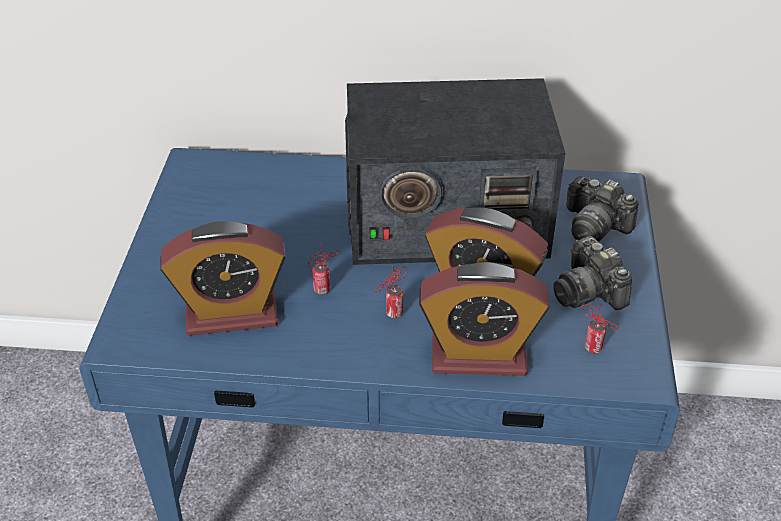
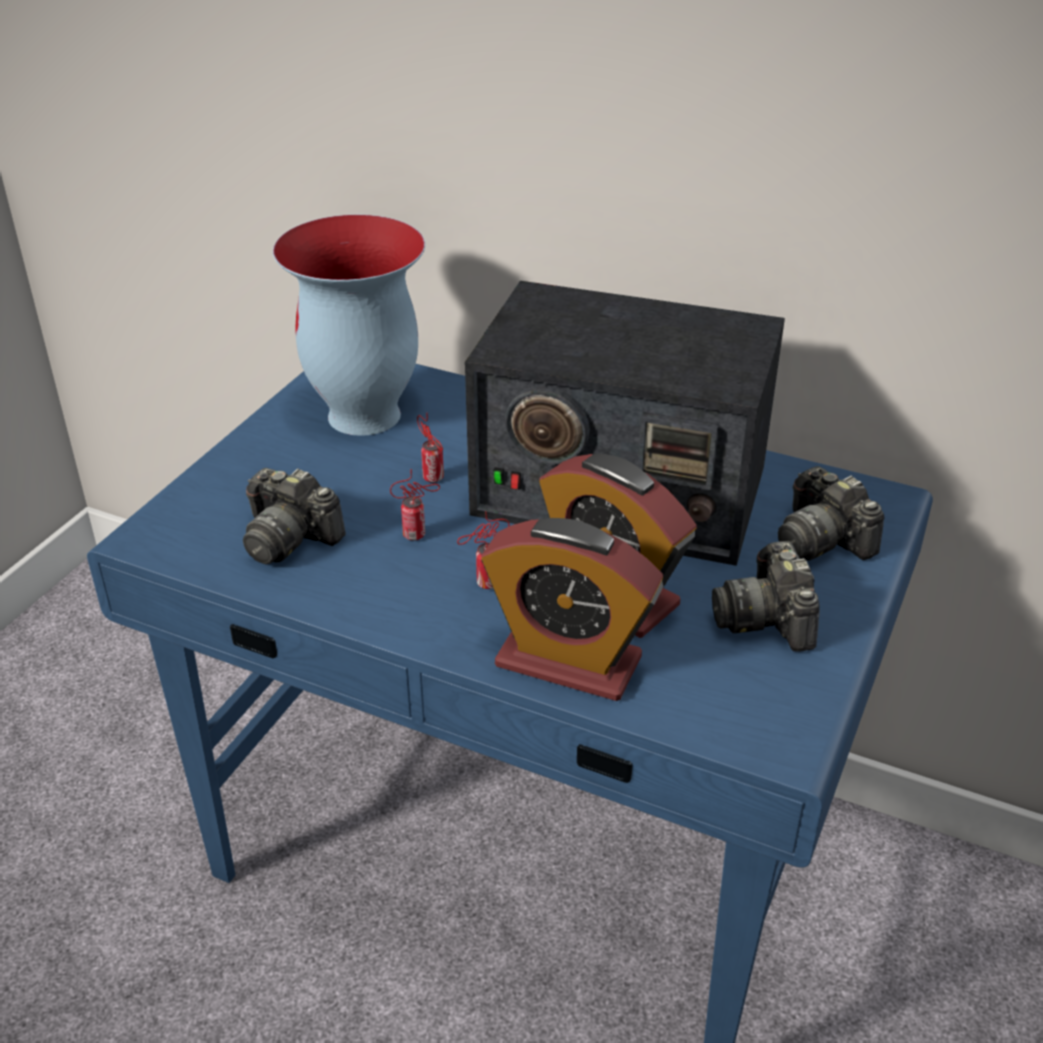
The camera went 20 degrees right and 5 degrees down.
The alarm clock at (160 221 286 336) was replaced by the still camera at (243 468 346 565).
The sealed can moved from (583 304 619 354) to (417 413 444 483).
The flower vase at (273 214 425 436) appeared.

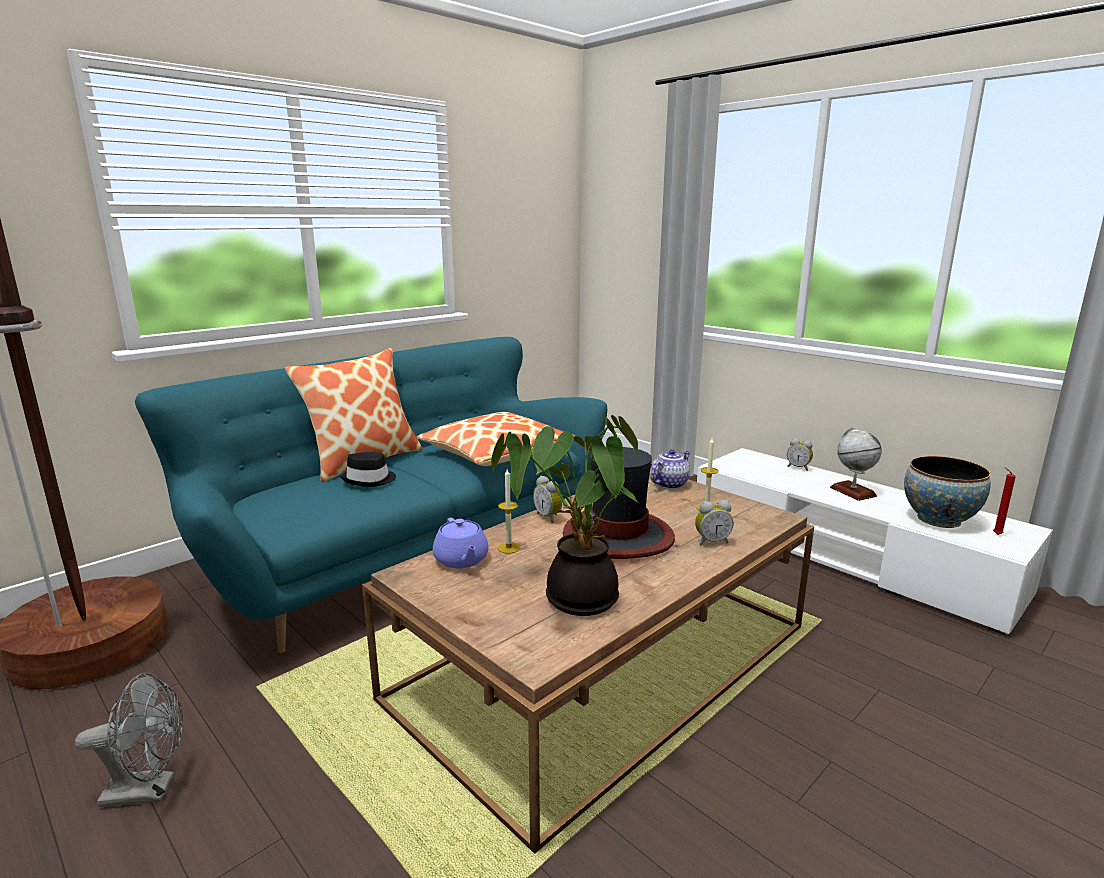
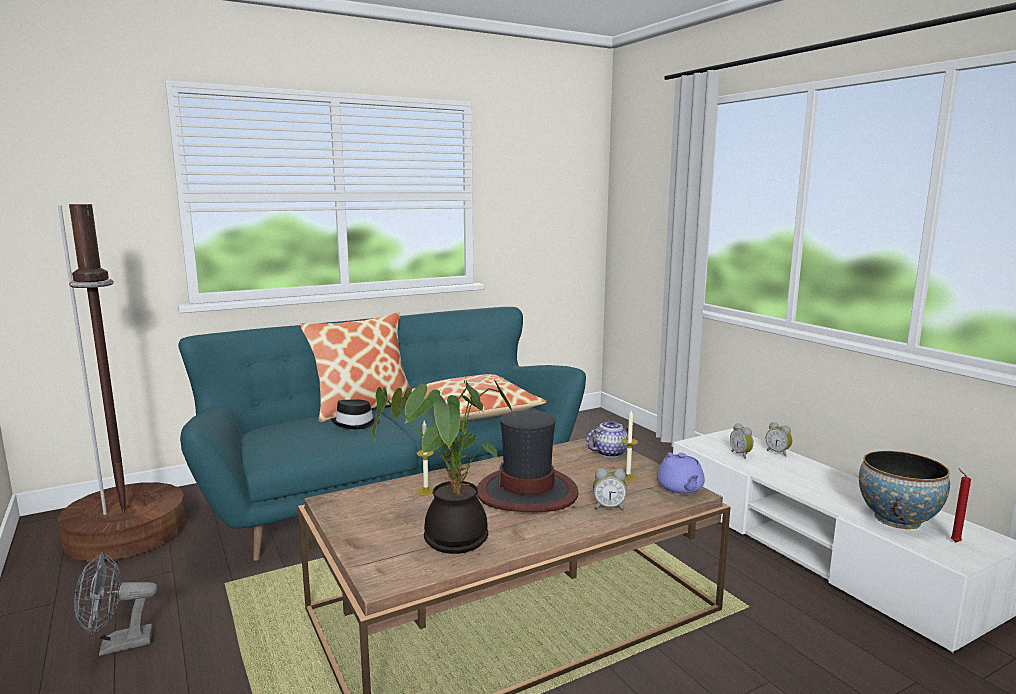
The camera went 15 degrees right and 5 degrees down.
The desk globe at (830 427 882 501) disappeared.
The alarm clock moved from (533 476 562 523) to (730 423 754 459).
The teapot (purple) moved from (433 518 489 568) to (657 452 705 494).
The cooling fan (grey) at (75 673 183 807) turned 150 degrees clockwise.

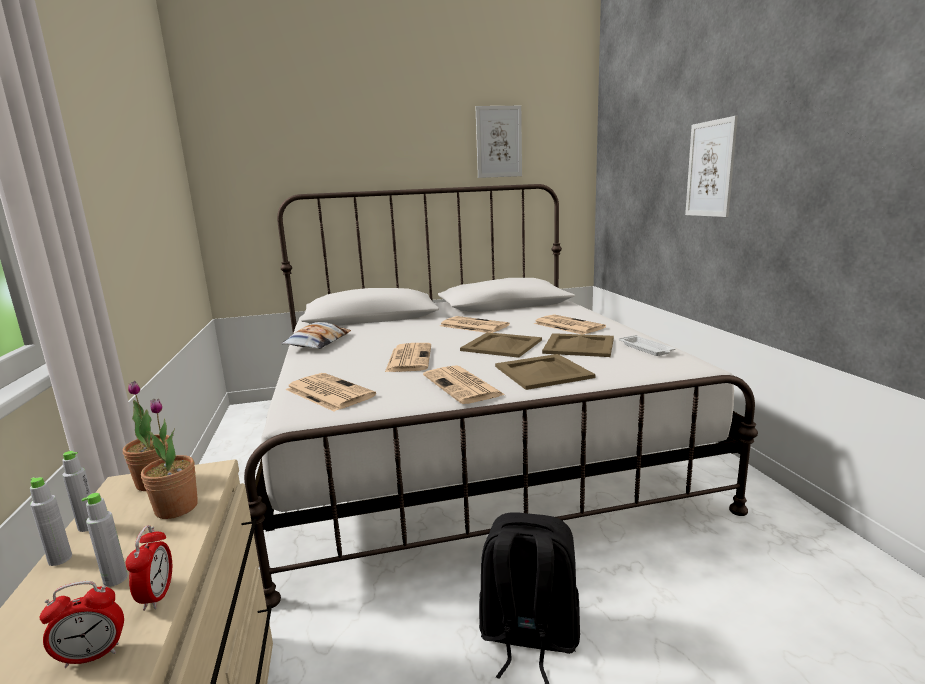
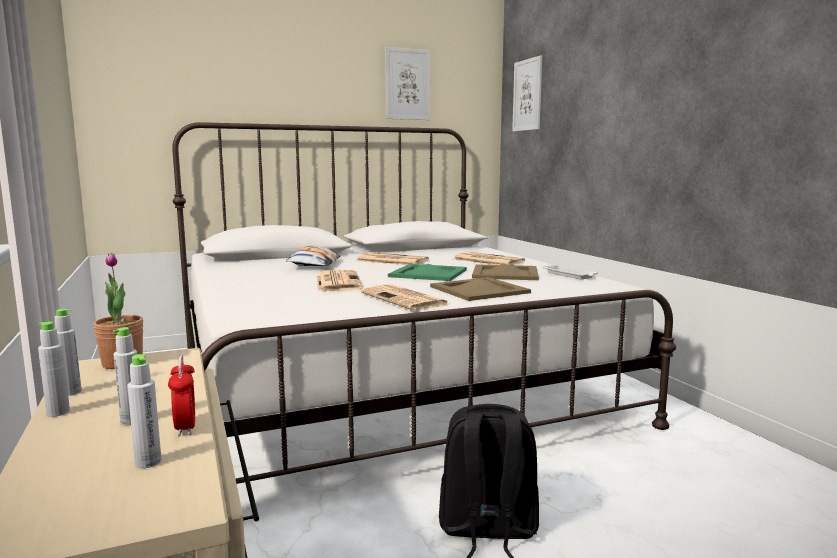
The camera went 10 degrees left and 5 degrees down.
The picture moved from (685 116 738 217) to (512 55 542 132).
The throw pillow moved from (281 322 351 349) to (286 245 341 266).
The carrying tray (beige-coloured) at (460 332 542 358) became the carrying tray (green) at (388 264 467 281).
The newspaper at (285 373 376 412) disappeared.
The plant in a pot at (141 399 198 519) disappeared.
The alarm clock at (40 581 124 668) was replaced by the bottle (grey) at (127 354 161 468).

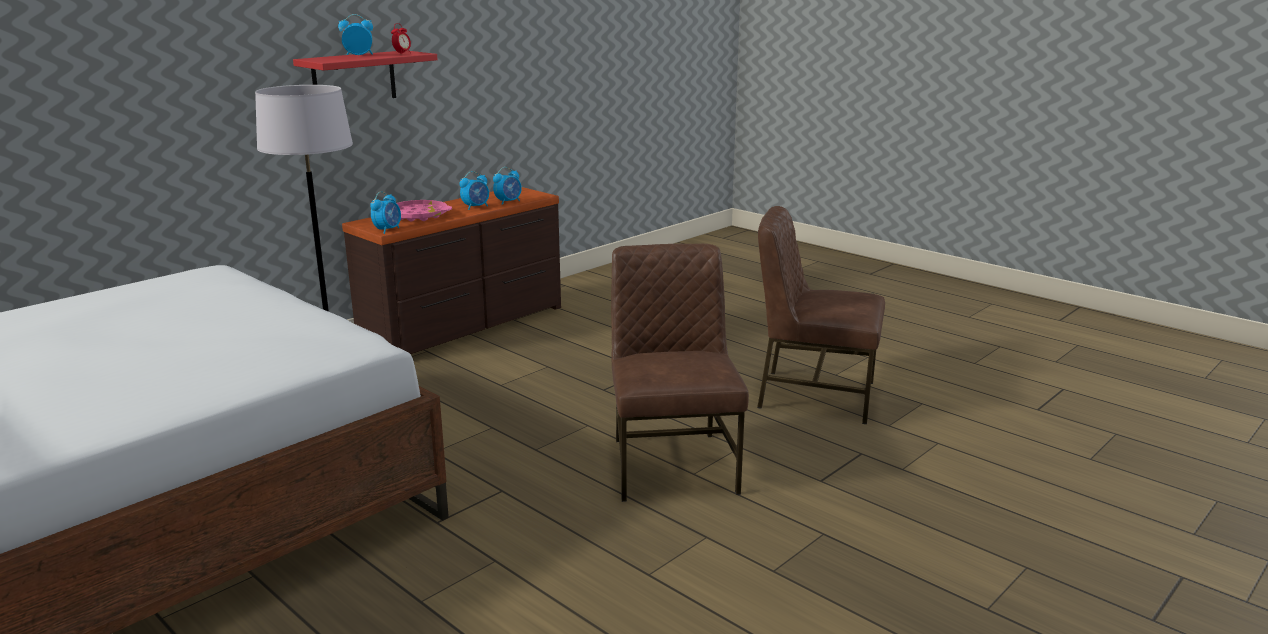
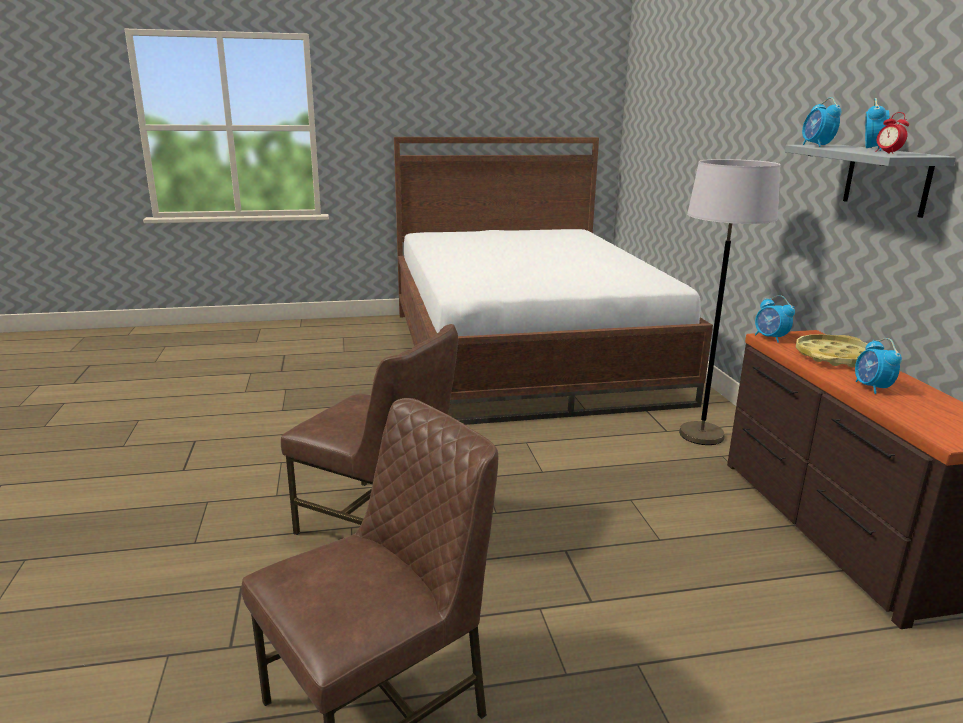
The camera went 125 degrees right and 0 degrees up.
The bracket shelf (red-coloured) at (293 51 438 98) became the bracket shelf (grey) at (785 145 956 218).
The alarm clock moved from (493 167 522 205) to (802 97 841 147).
The carrying tray (pink-coloured) at (396 200 452 221) became the carrying tray (yellowish) at (796 334 867 367).

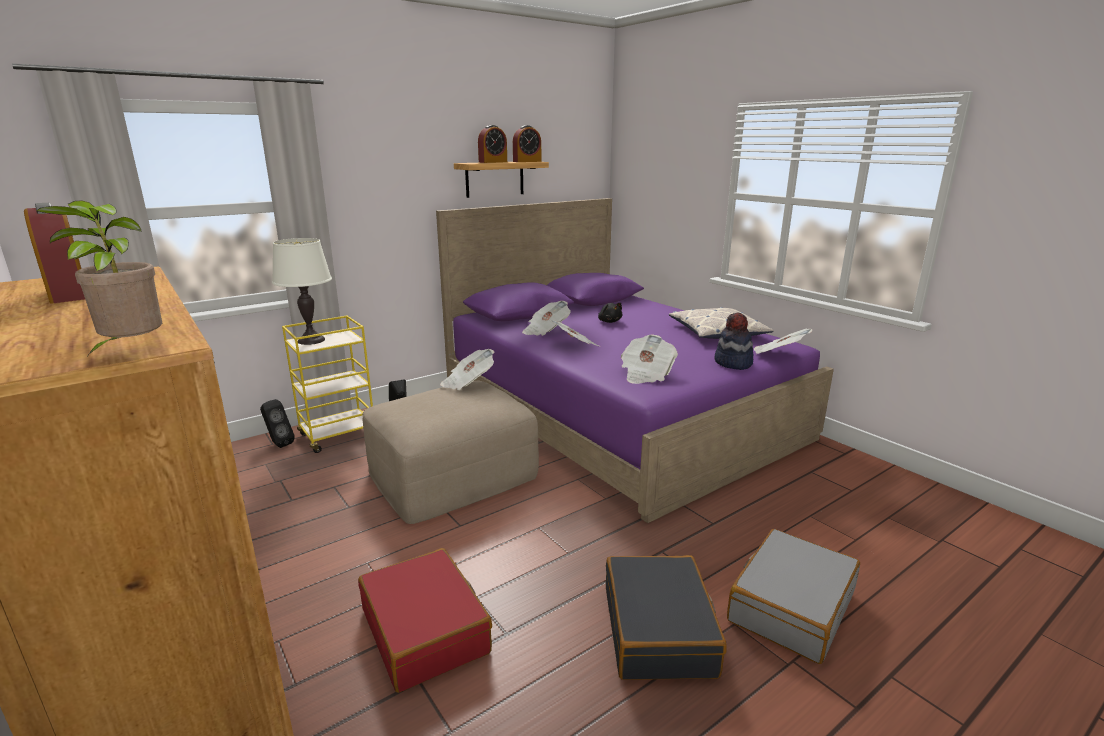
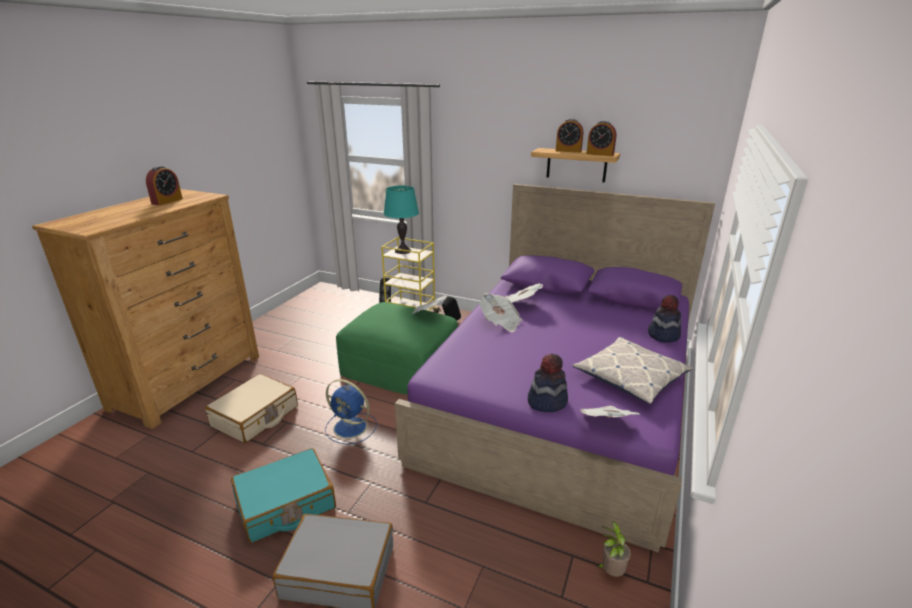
The camera went 60 degrees right and 5 degrees up.
The plant in a pot moved from (37 200 162 358) to (597 521 631 577).
The table lamp (white-coloured) at (272 238 332 345) became the table lamp (turquoise) at (383 185 419 254).
The soft toy (black) at (598 303 623 323) disappeared.
The newspaper at (621 334 678 384) disappeared.
The pouffe (beige-coloured) at (362 381 539 524) became the pouffe (green) at (336 302 458 395).
The suitcase (red-coloured) at (358 548 492 693) became the suitcase (beige-coloured) at (205 374 298 443).
The suitcase (black) at (606 555 727 680) became the suitcase (turquoise) at (231 448 336 543).
The wearable hat at (648 295 681 343) appeared.
The cooling fan (bluish) at (325 379 377 445) appeared.

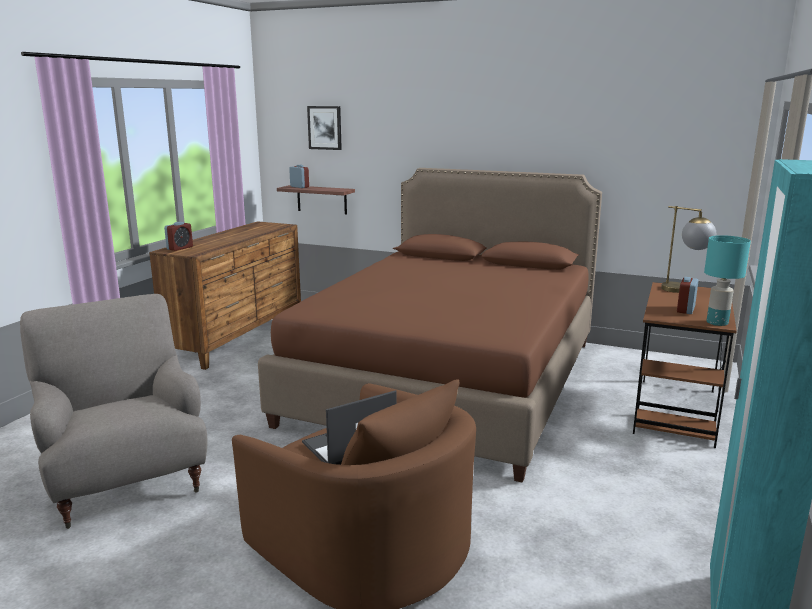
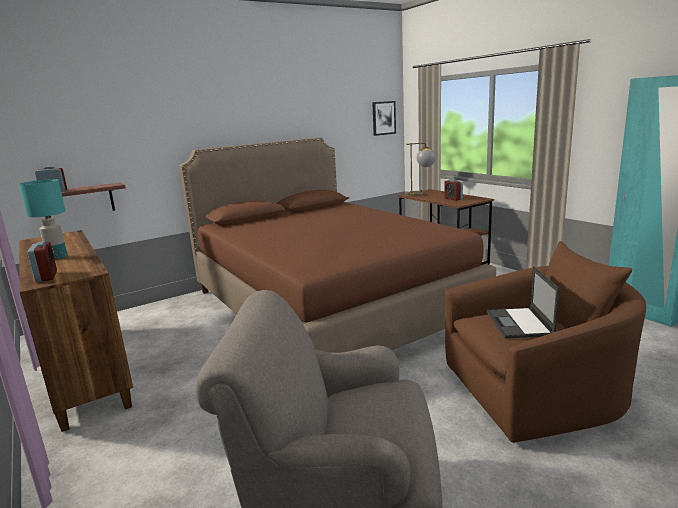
The camera went 55 degrees left and 0 degrees up.
The picture moved from (307 106 342 150) to (372 101 396 136).
The table lamp (turquoise) moved from (704 235 751 326) to (19 179 67 260).

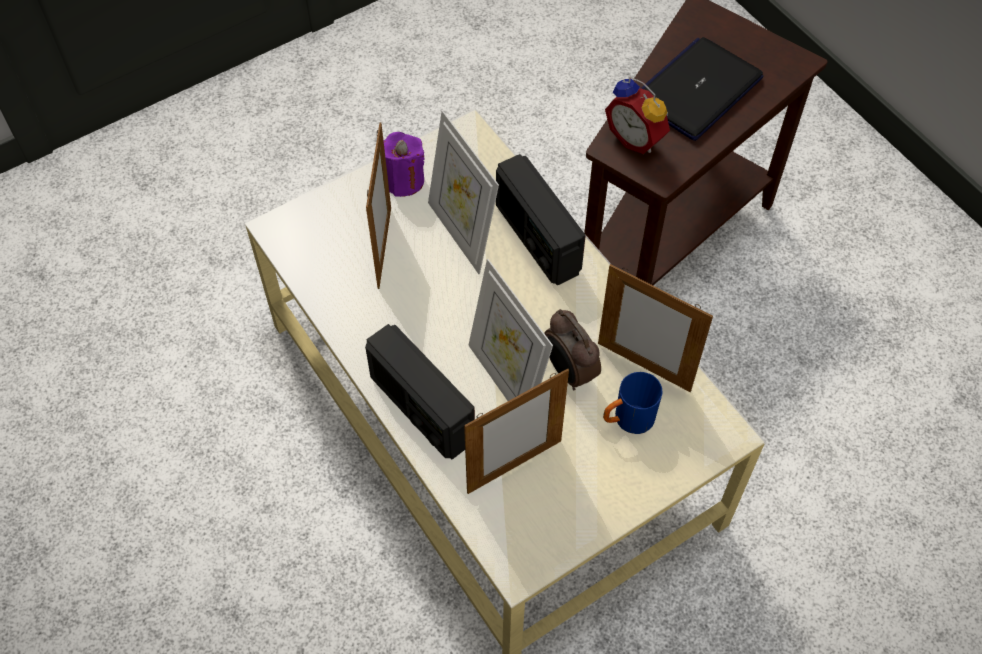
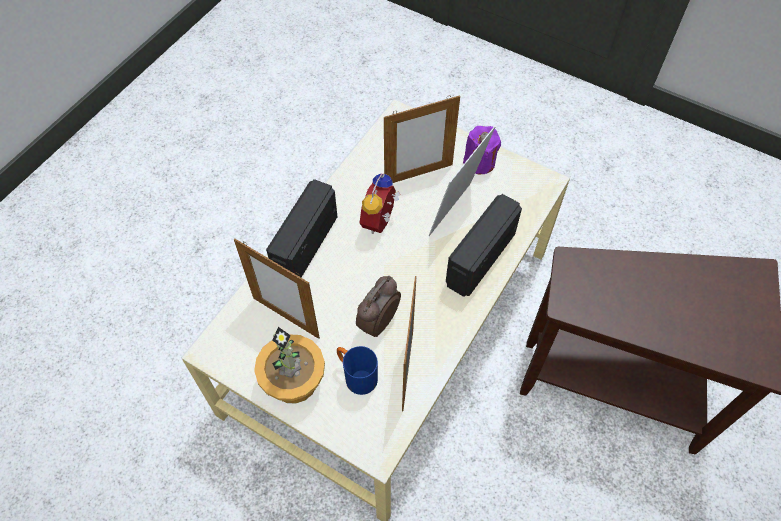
The camera went 65 degrees right and 0 degrees up.
The laptop at (641 37 763 141) disappeared.
The alarm clock moved from (605 77 670 154) to (360 174 400 234).
The photo frame at (468 259 553 401) disappeared.
The plant in a pot at (254 327 325 403) appeared.

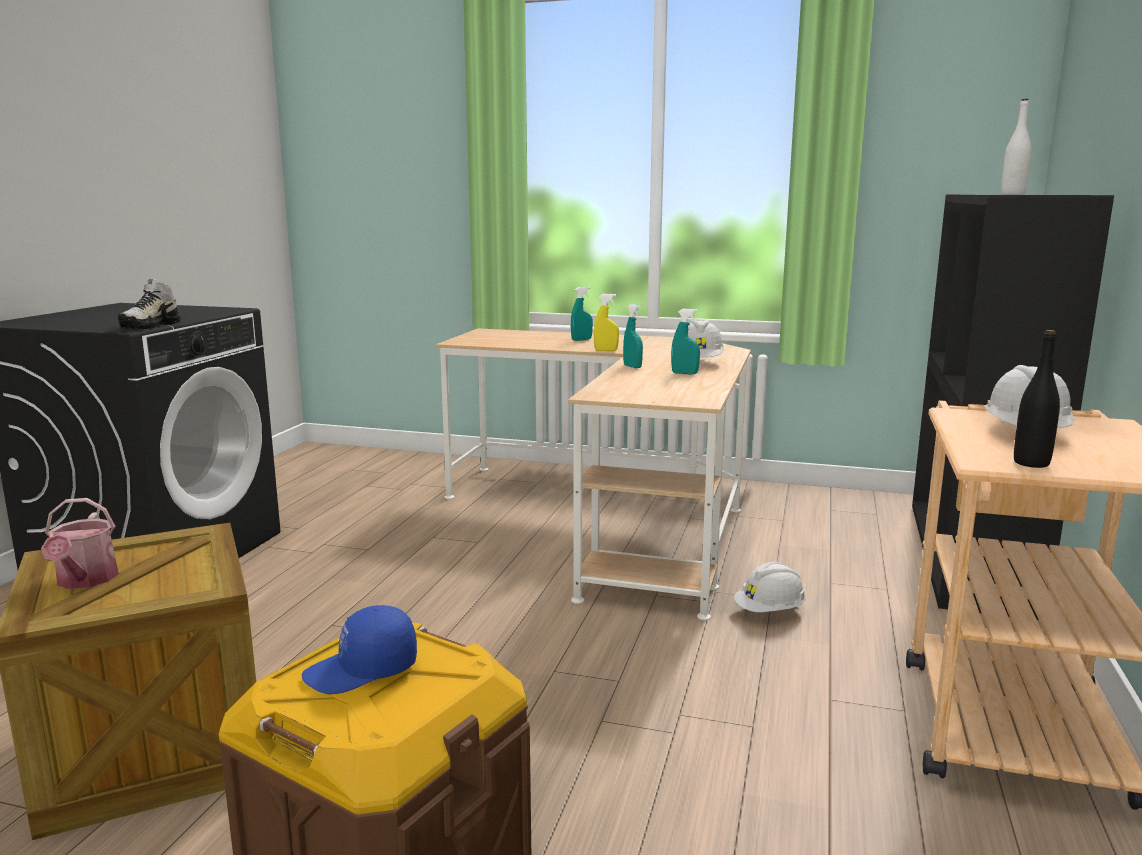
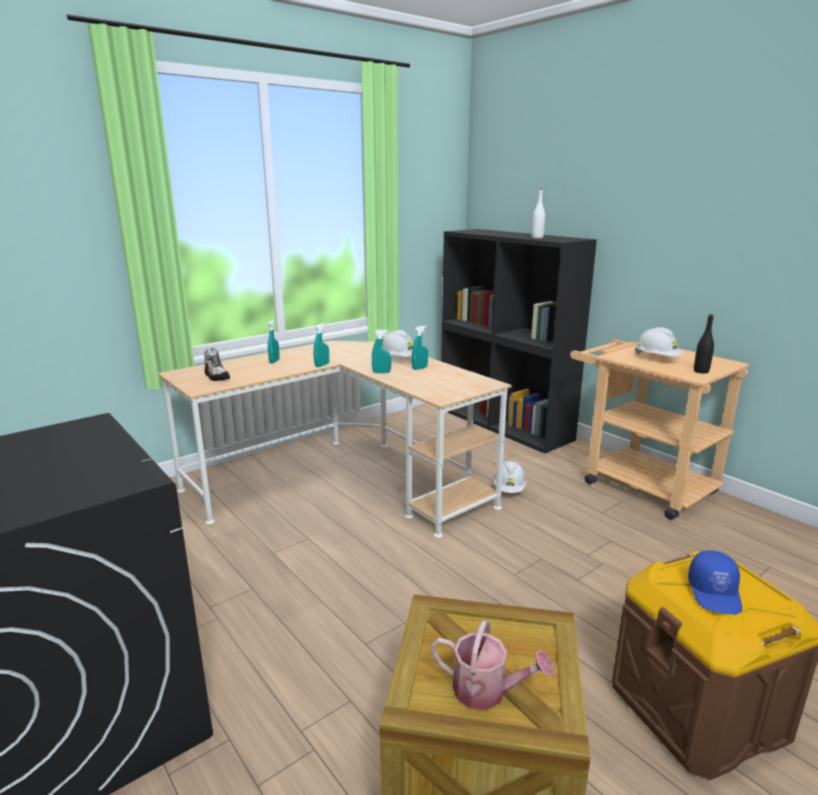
The camera went 55 degrees left and 5 degrees up.
The low shoe moved from (118 279 181 329) to (204 348 230 381).
The sprayer (yellowish) at (594 294 619 351) became the sprayer (turquoise) at (314 323 329 367).

